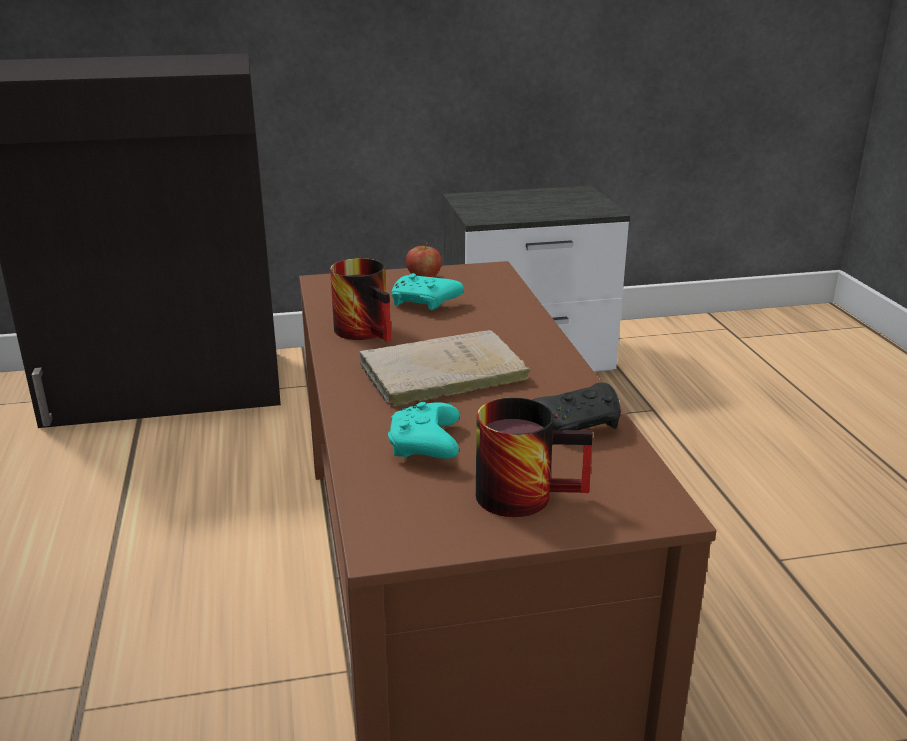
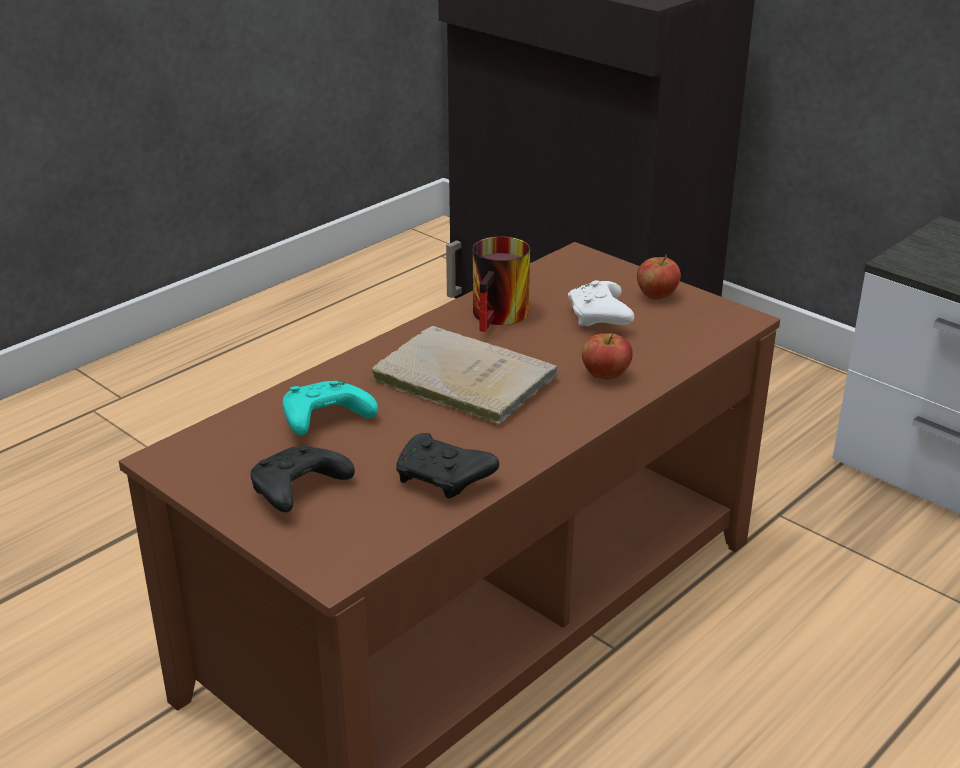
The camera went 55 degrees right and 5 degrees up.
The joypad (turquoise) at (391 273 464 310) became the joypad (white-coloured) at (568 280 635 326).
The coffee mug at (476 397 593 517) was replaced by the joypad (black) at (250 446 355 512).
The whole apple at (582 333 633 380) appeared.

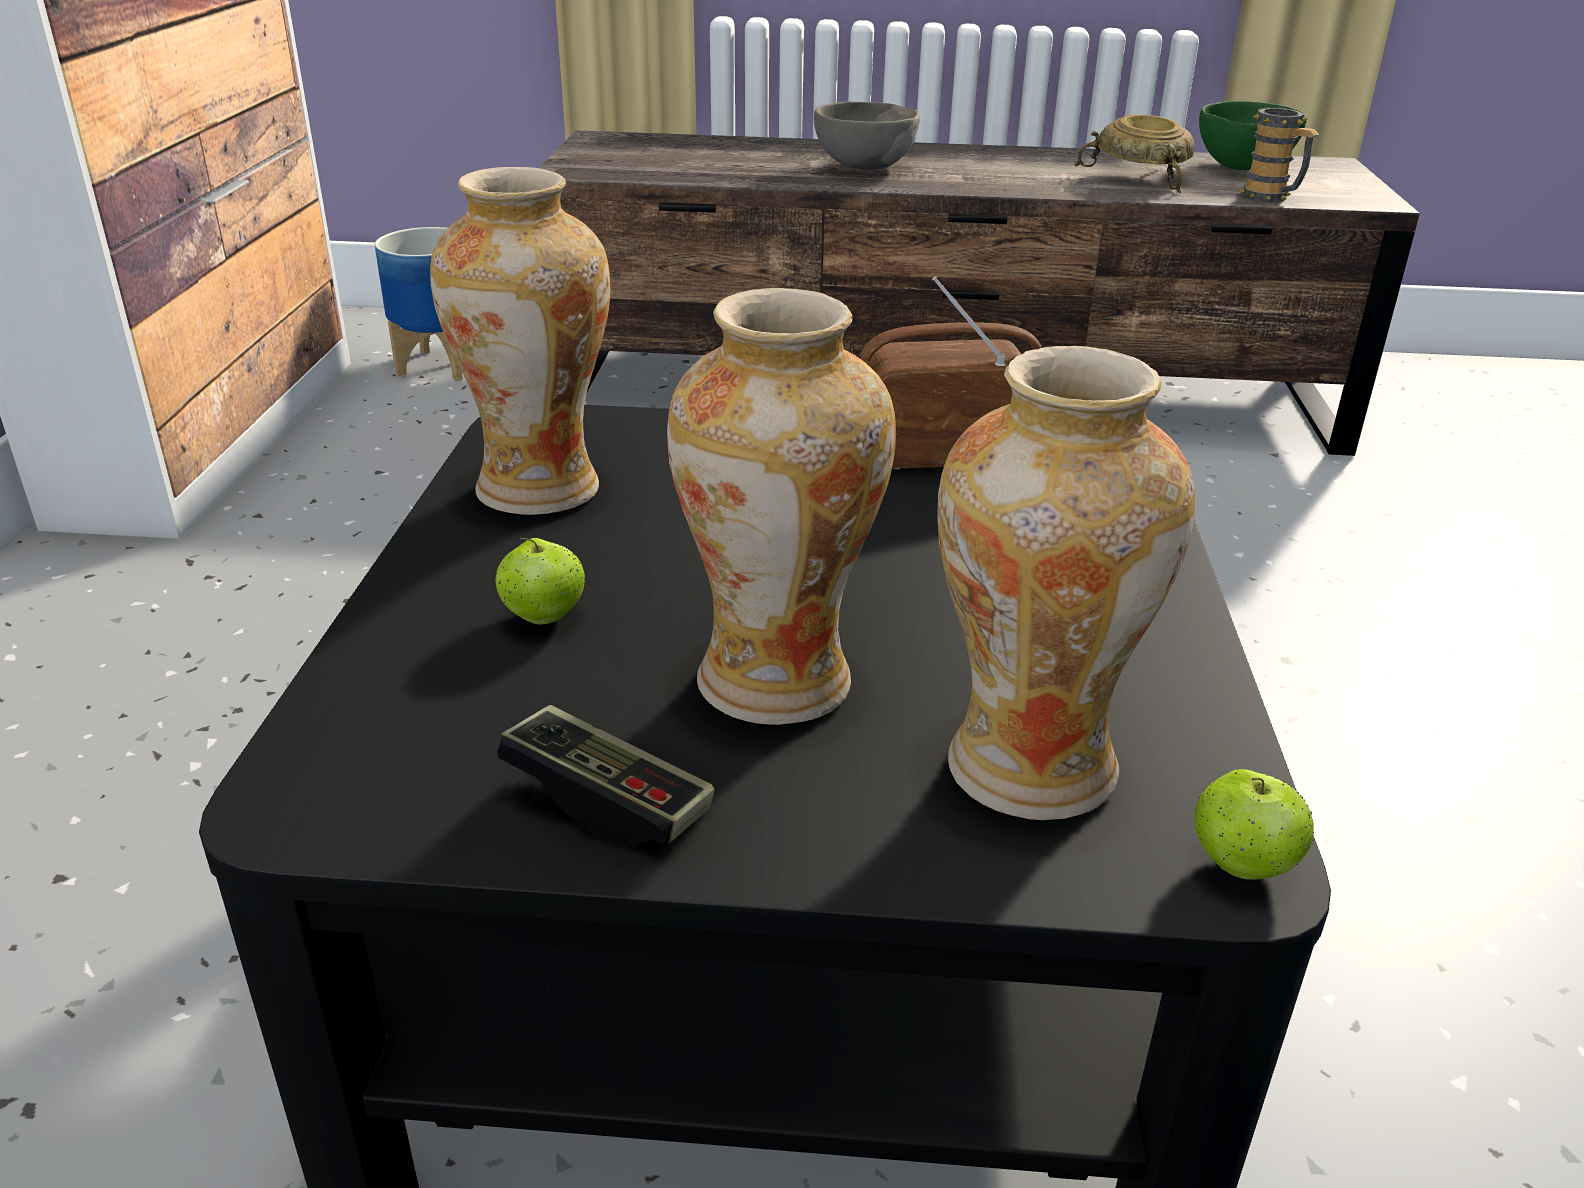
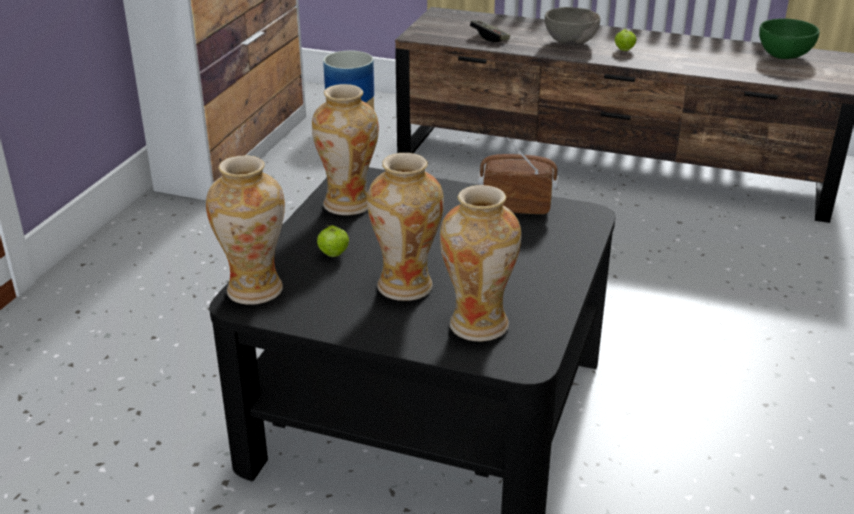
The camera went 15 degrees right and 0 degrees up.
The coffee mug at (1238 107 1319 202) disappeared.
The bowl (beige-coloured) at (1074 115 1194 193) disappeared.
The joypad moved from (497 705 715 846) to (470 20 510 42).
The whole apple moved from (1194 769 1314 880) to (615 28 636 51).
The flower vase at (206 155 285 305) appeared.

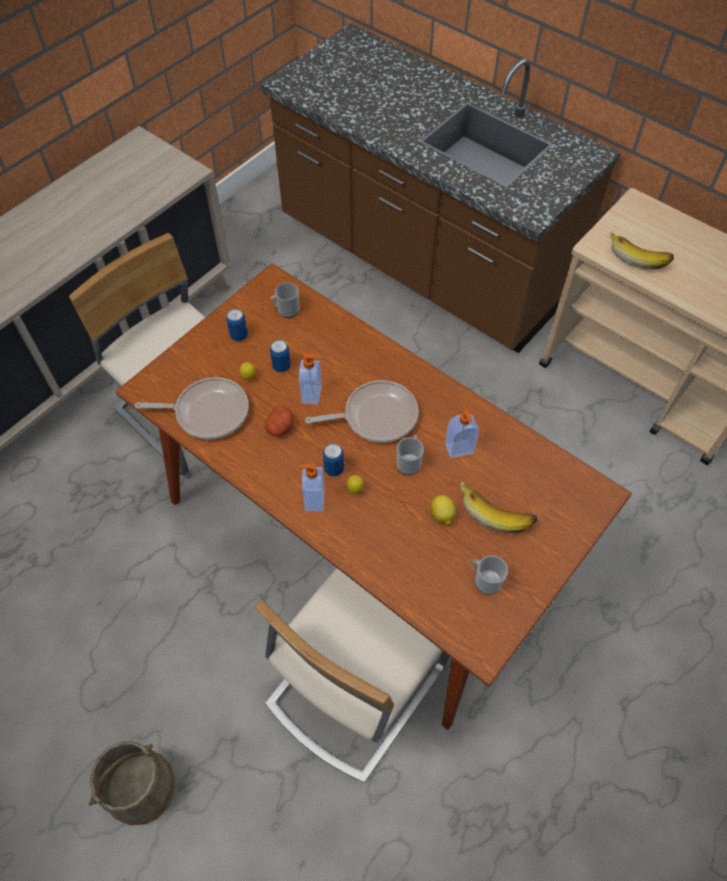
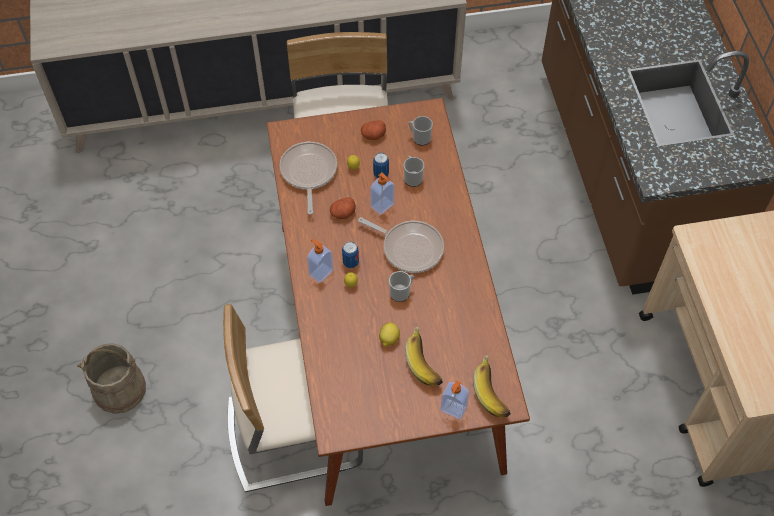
The camera went 40 degrees right and 0 degrees up.
The banana fruit moved from (609 231 674 270) to (473 355 511 417).
The sealed can at (226 309 248 341) was replaced by the whole potato at (361 121 386 140).
The skillet at (134 377 249 440) turned 135 degrees counterclockwise.
The liquid soap bottle moved from (445 409 479 458) to (440 381 469 419).
The coffee mug moved from (472 555 508 595) to (404 156 424 187).

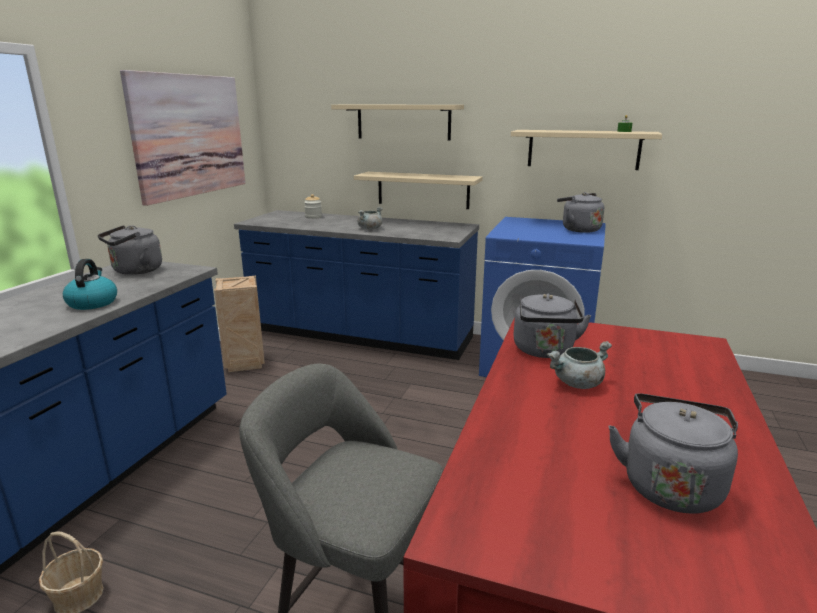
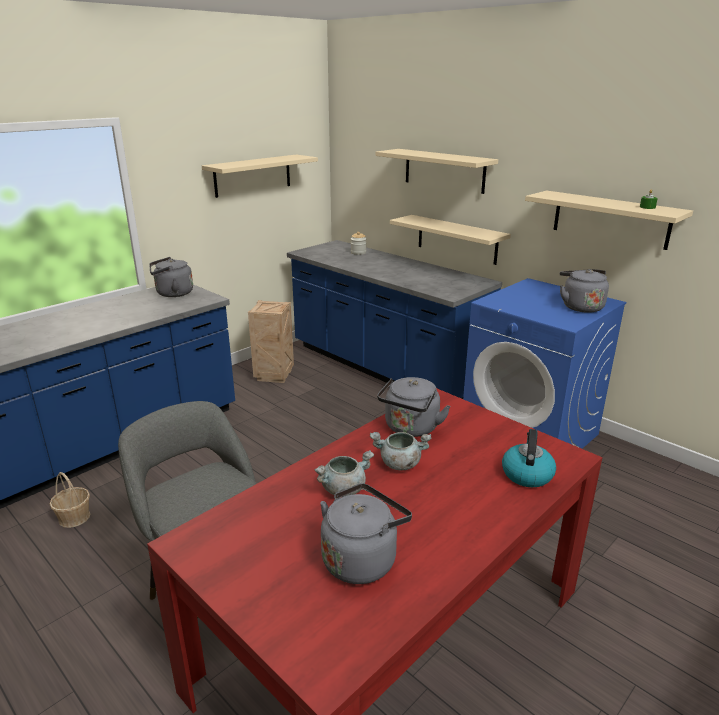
The camera went 25 degrees right and 5 degrees up.
The picture at (120 70 246 206) was replaced by the bracket shelf (beige-coloured) at (202 154 318 198).
The saucepot (grey) moved from (358 207 383 229) to (315 450 374 497).
The water kettle moved from (63 259 117 310) to (502 429 556 487).

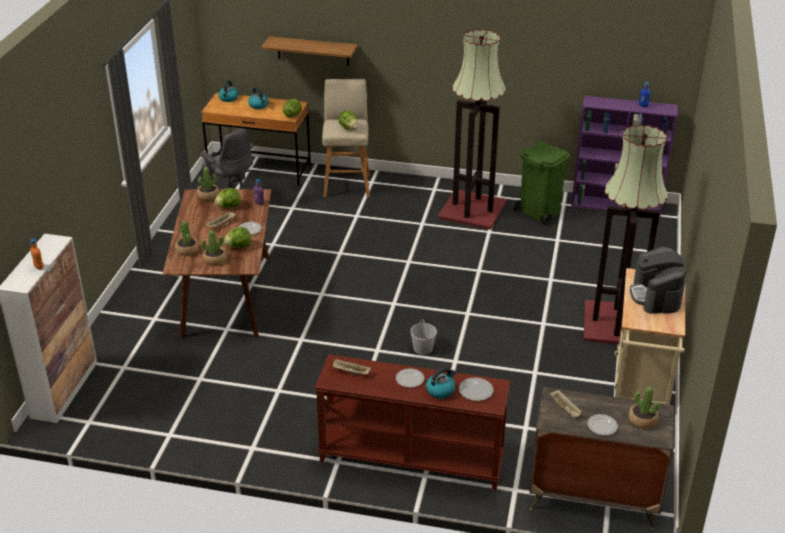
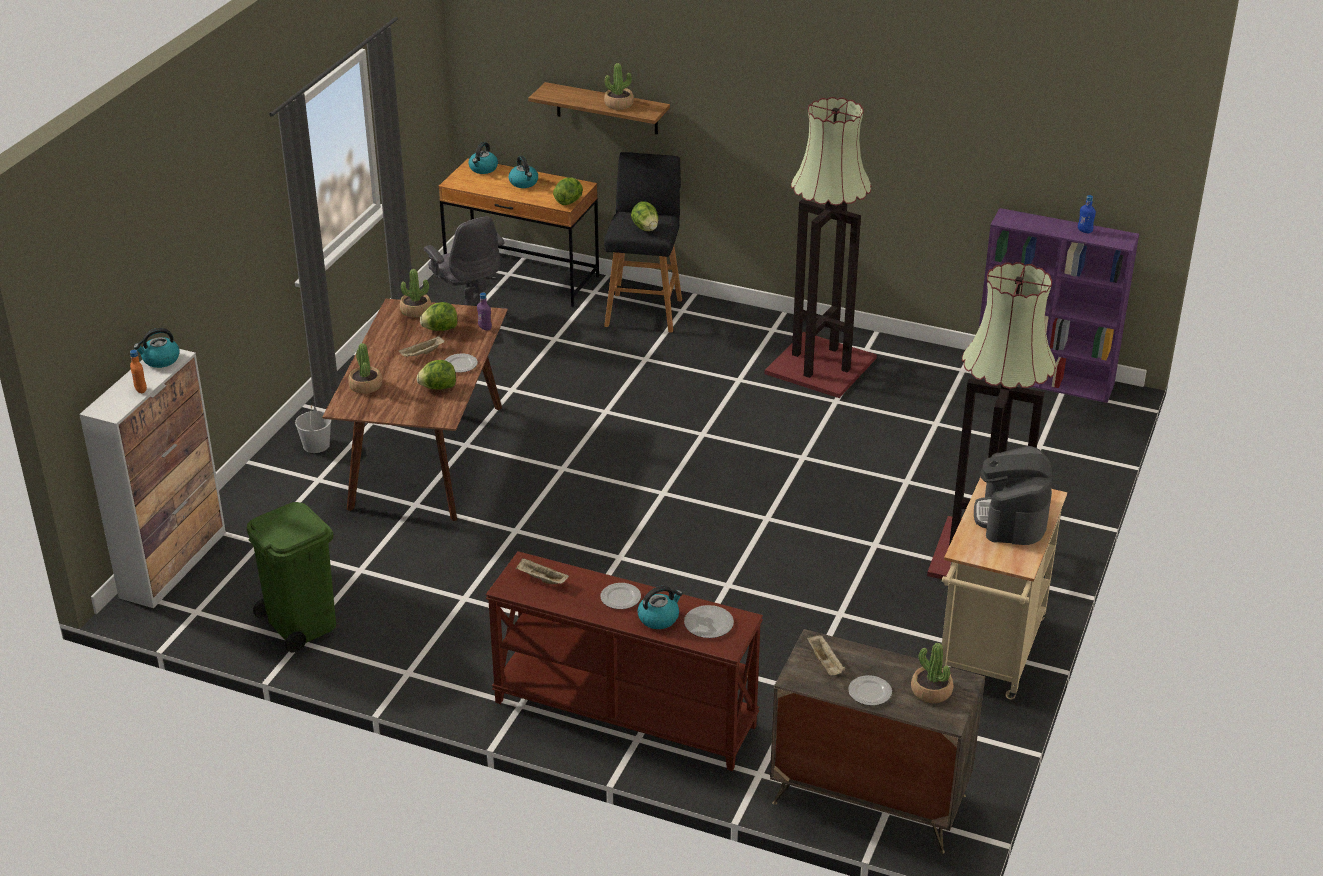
The camera went 10 degrees right and 0 degrees up.
The stool (beige-coloured) at (322 79 370 197) became the stool (black) at (604 152 682 333).
The rubbish bin (green) moved from (513 142 570 225) to (247 502 336 653).
The plant in a pot moved from (202 230 227 265) to (604 63 634 110).
The bucket (white-coloured) moved from (410 320 437 355) to (295 405 331 453).
The water kettle at (134 328 180 368) appeared.

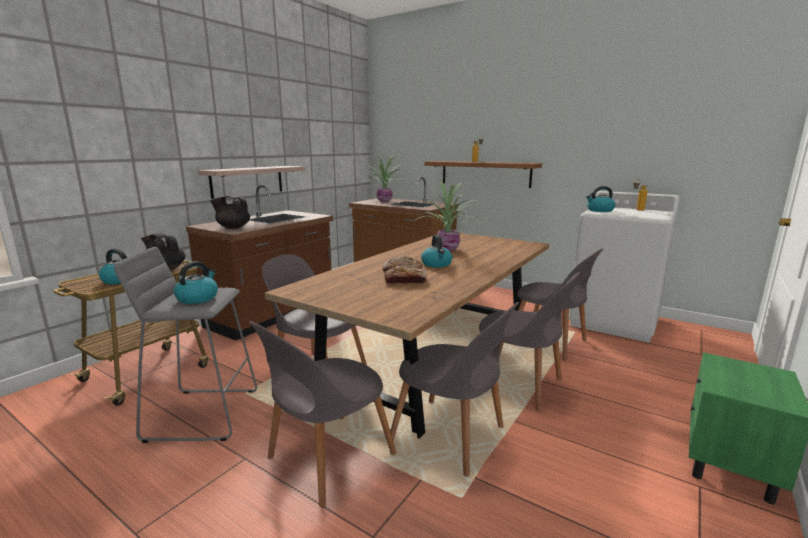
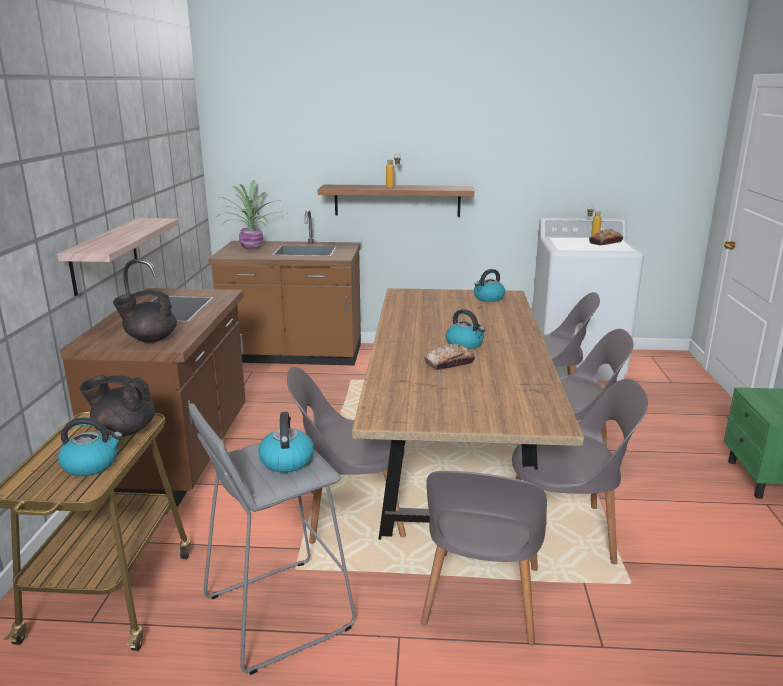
The camera went 30 degrees left and 5 degrees up.
The plant in a pot at (413 182 483 251) disappeared.
The water kettle moved from (586 186 615 212) to (474 269 505 302).
The baked bread moved from (384 264 427 284) to (589 229 623 246).

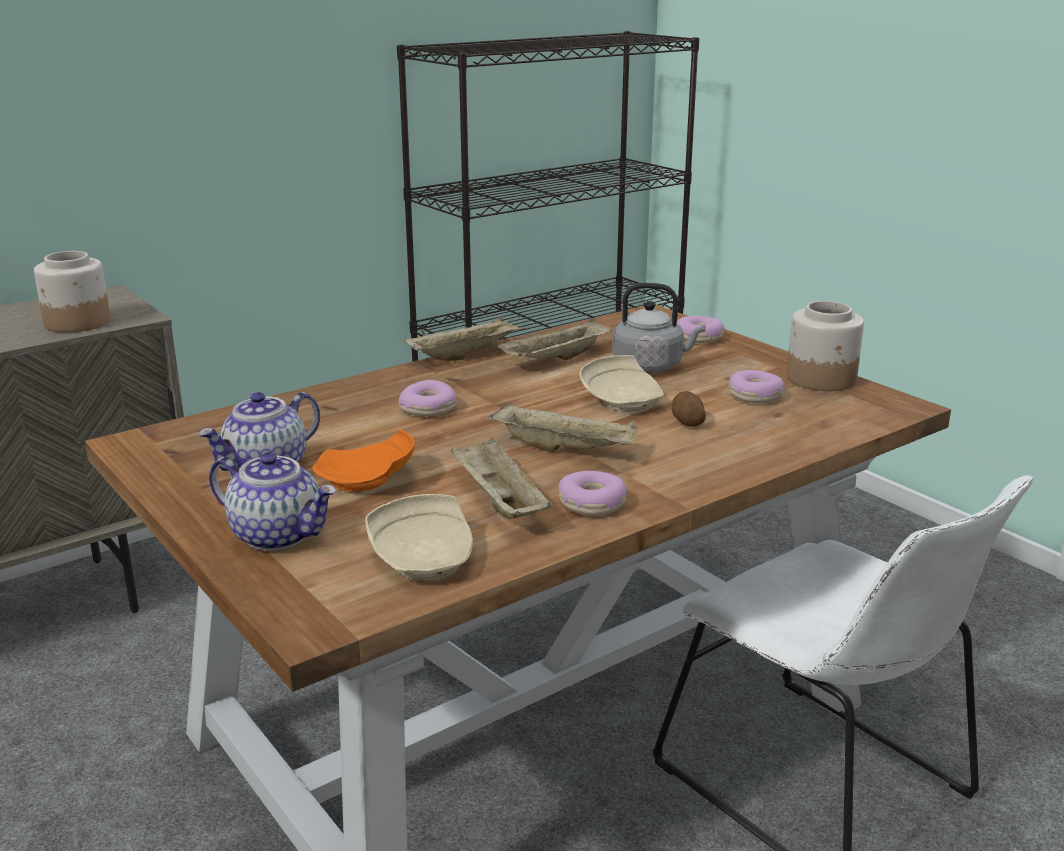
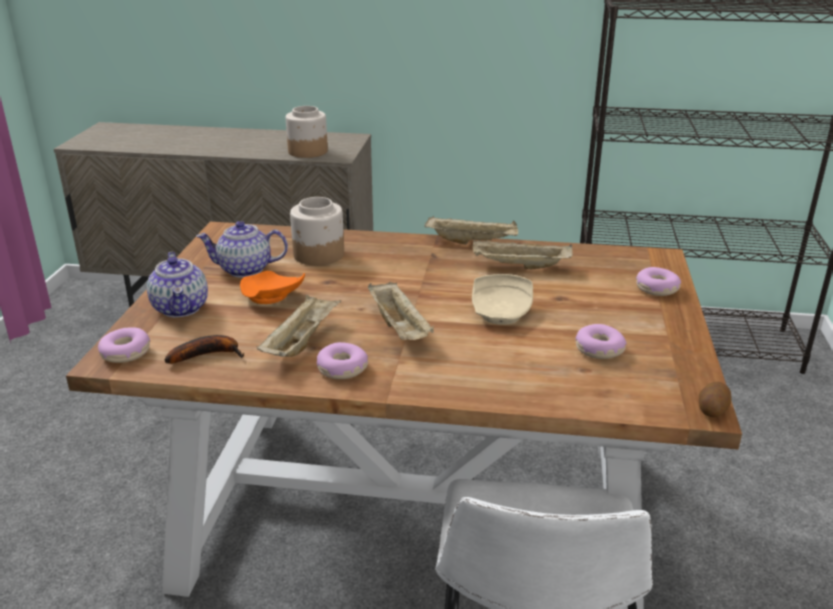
The camera went 45 degrees right and 5 degrees up.
The water kettle (grey) at (613 283 706 372) disappeared.
The jar moved from (787 301 864 391) to (290 197 344 265).
The donut moved from (398 380 457 417) to (98 327 150 363).
The whole potato moved from (672 391 706 427) to (699 382 732 417).
The flat dish (beige-coloured) at (365 494 473 580) was replaced by the banana fruit at (164 335 244 364).

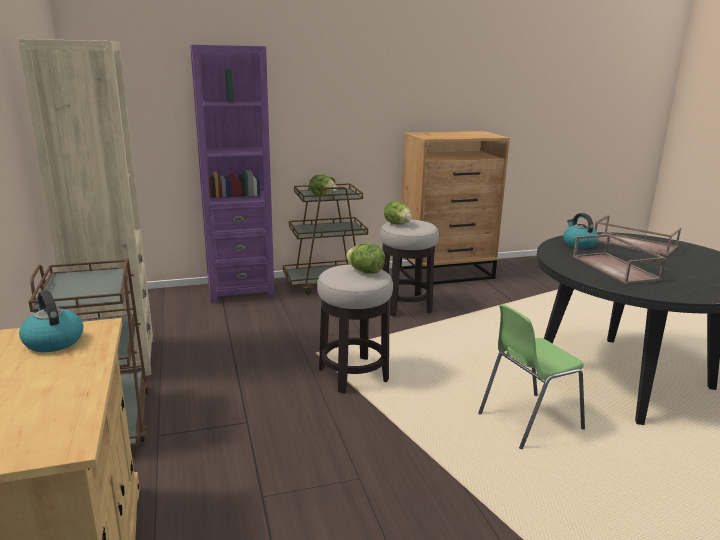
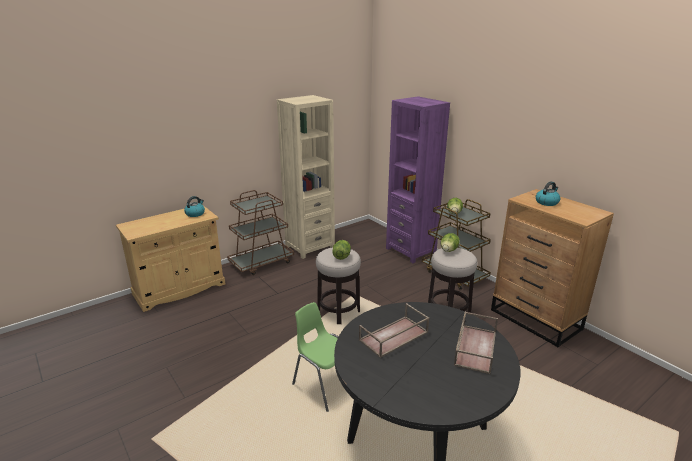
The camera went 70 degrees right and 5 degrees up.
The water kettle moved from (563 213 599 248) to (536 181 560 206).

